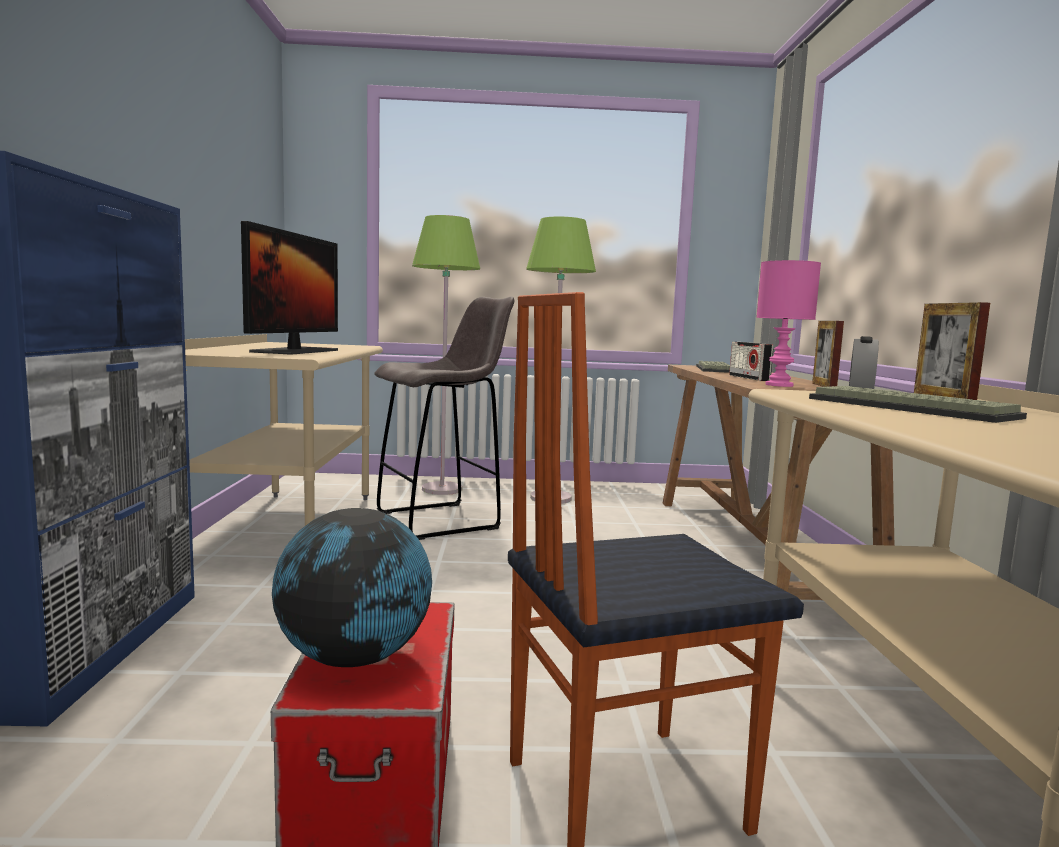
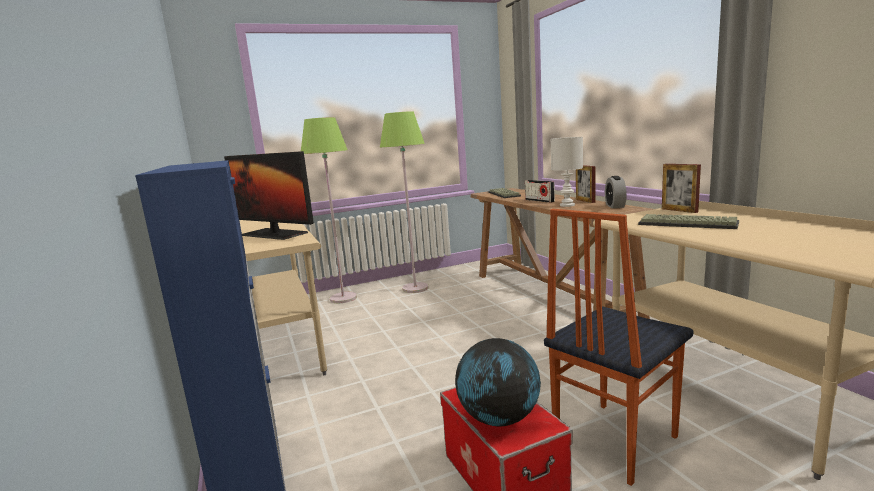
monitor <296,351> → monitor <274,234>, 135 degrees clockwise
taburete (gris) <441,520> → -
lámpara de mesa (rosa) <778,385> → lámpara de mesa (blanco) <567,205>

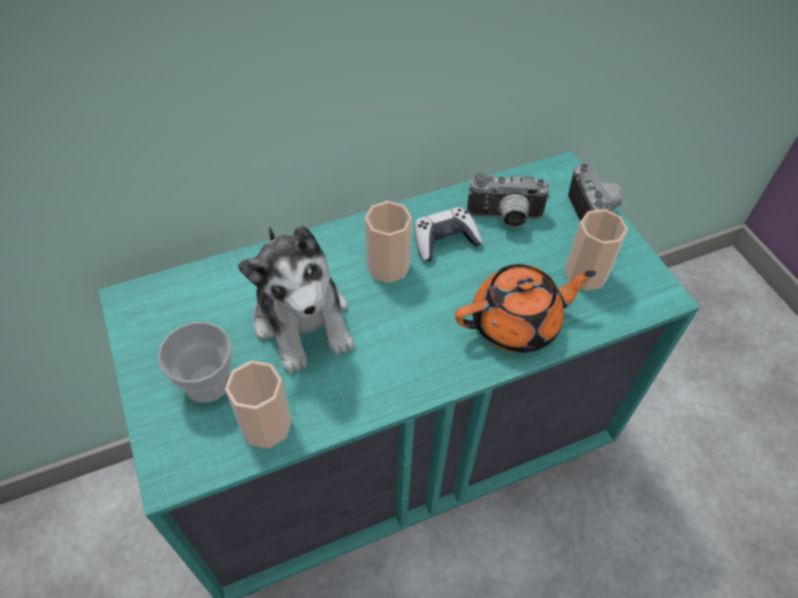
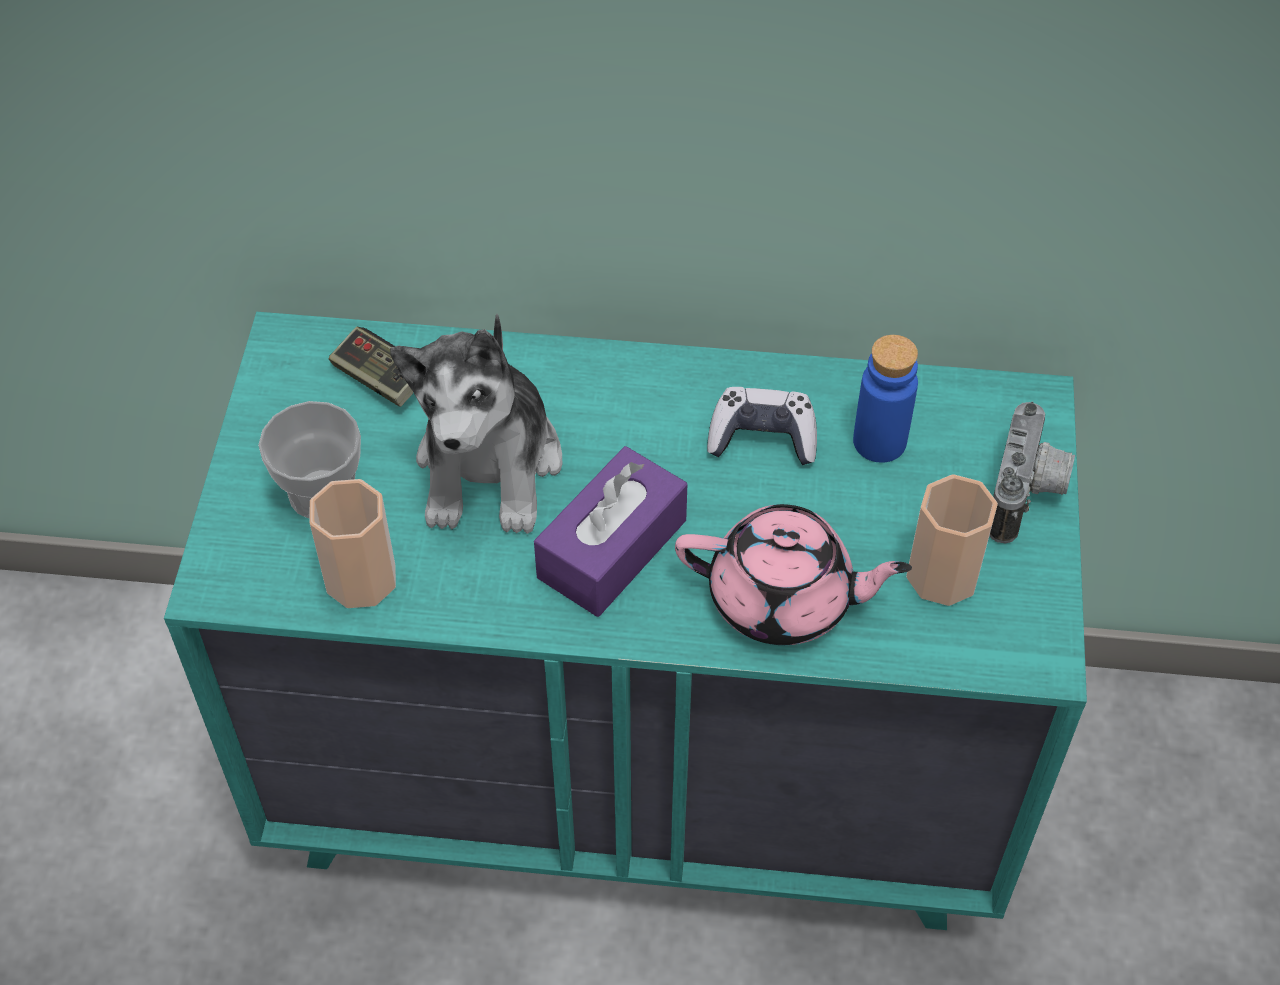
taza <388,266> → -
tetera (naranja) <517,323> → tetera (rosa) <783,599>
cámara <505,219> → botella (azul) <879,441>
- → mando de consola <380,378>
- → caja de pañuelos (morado) <612,549>

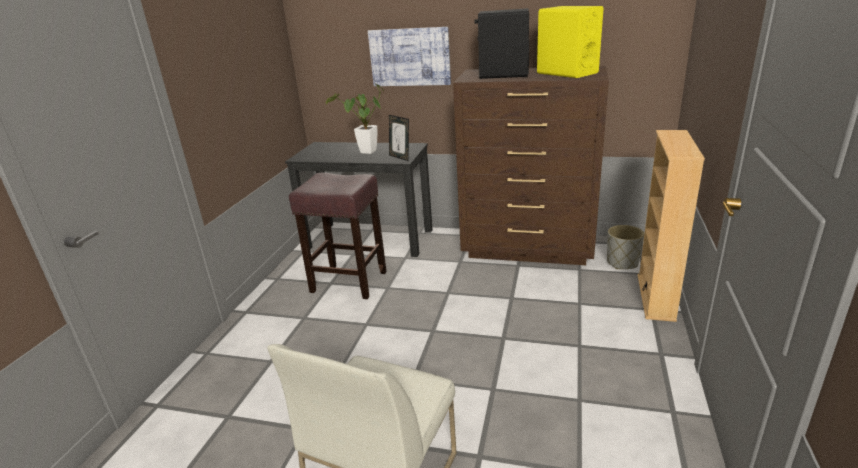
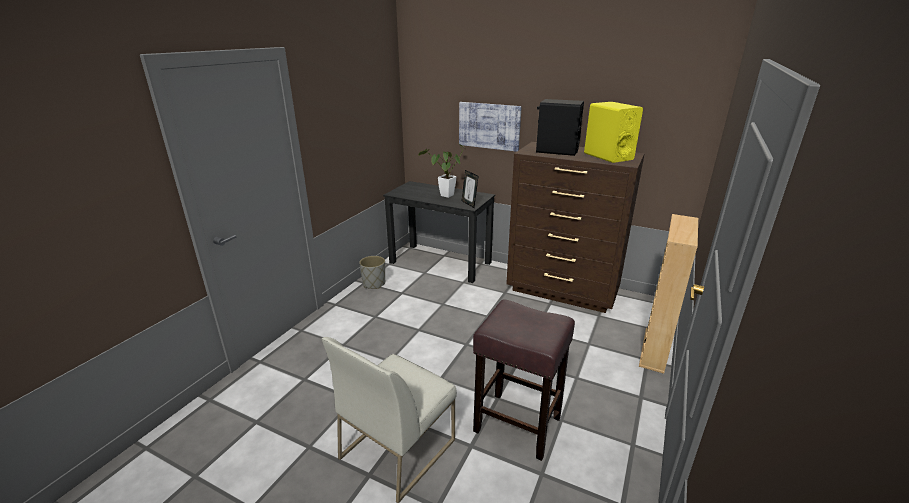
taburete (marrón) <347,282> → taburete (marrón) <515,424>, relocated
maceta (gris) <622,263> → maceta (gris) <374,284>, relocated

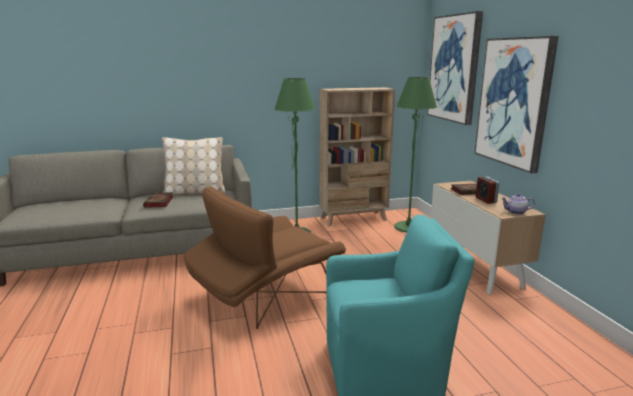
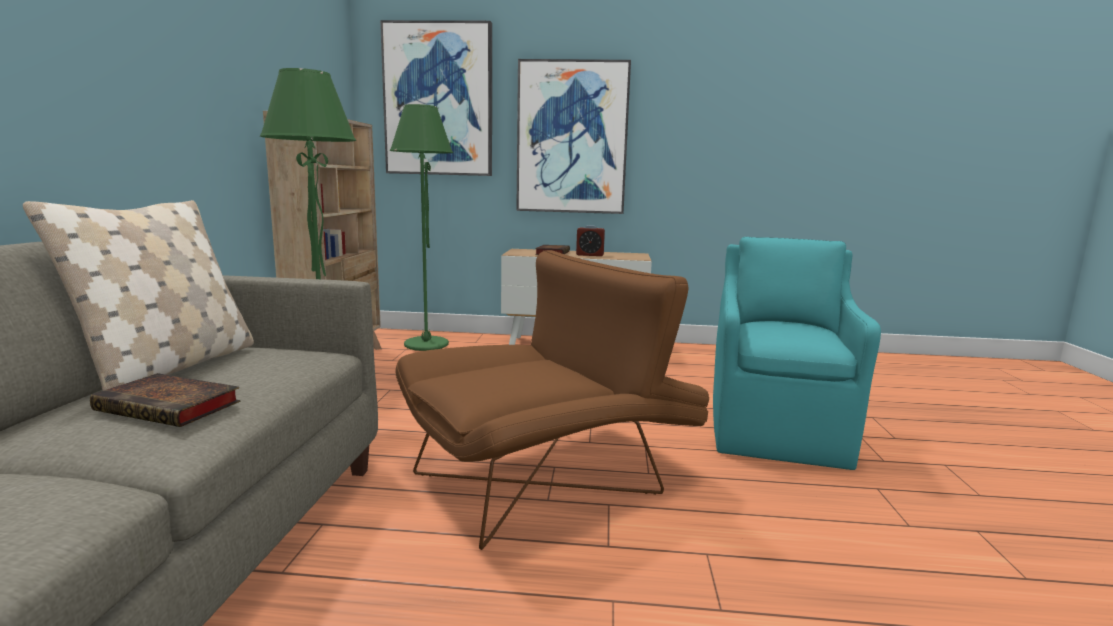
sillón (marrón) <265,296> → sillón (marrón) <550,476>, 105 degrees counterclockwise
tetera <516,212> → -

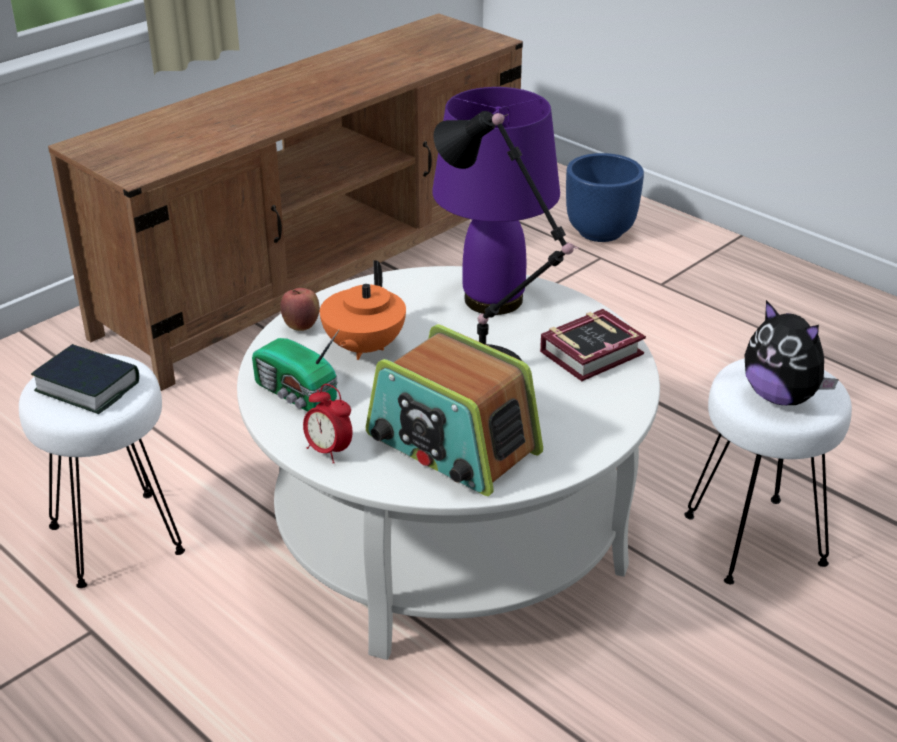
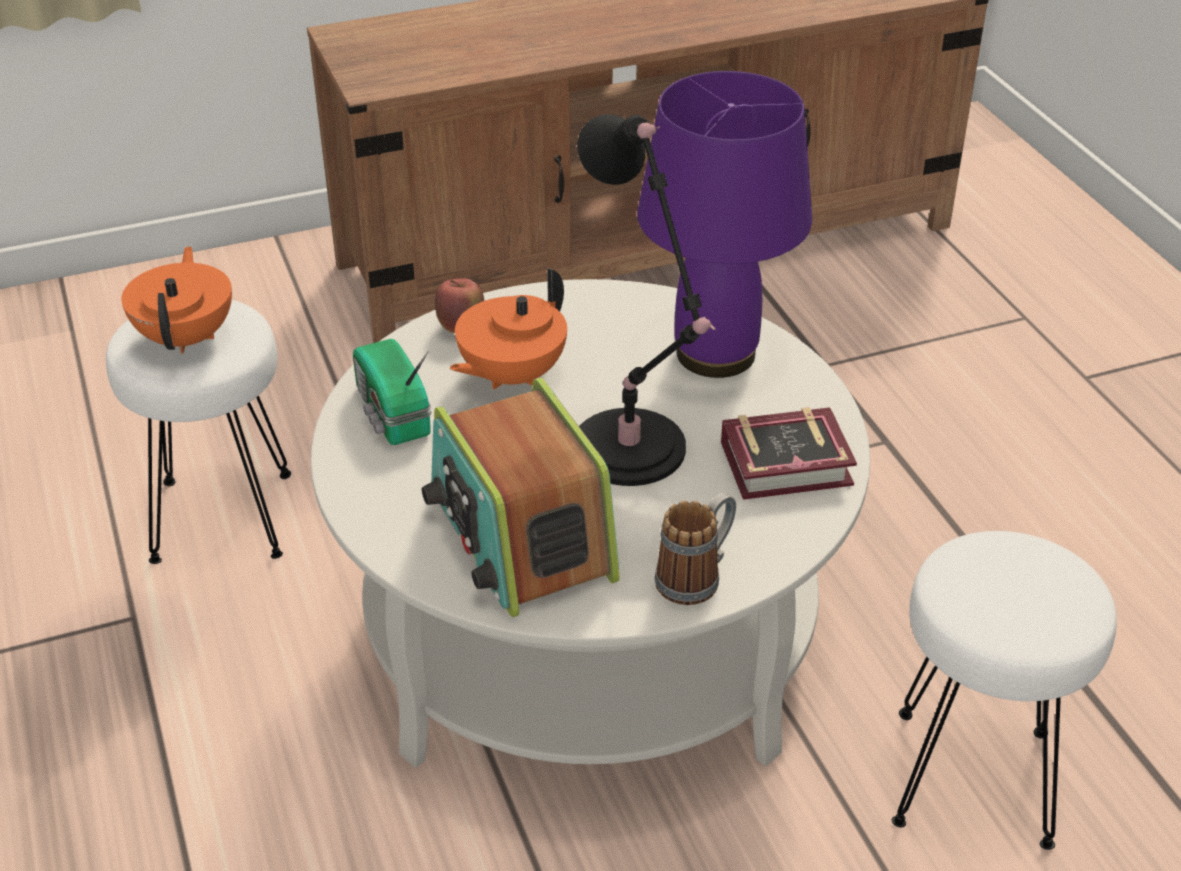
libro <87,386> → tetera (naranja) <187,337>
despertador <328,451> → -
maceta (azul) <601,232> → -
peluche <781,397> → -
- → taza grande <697,577>

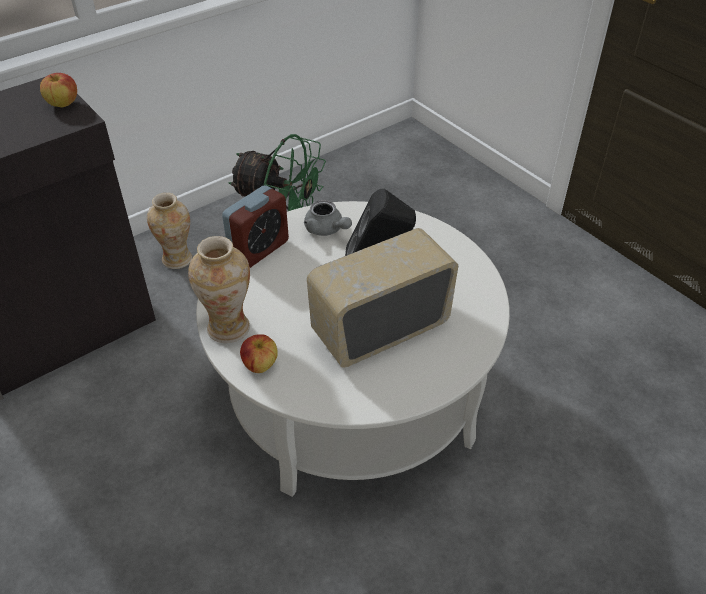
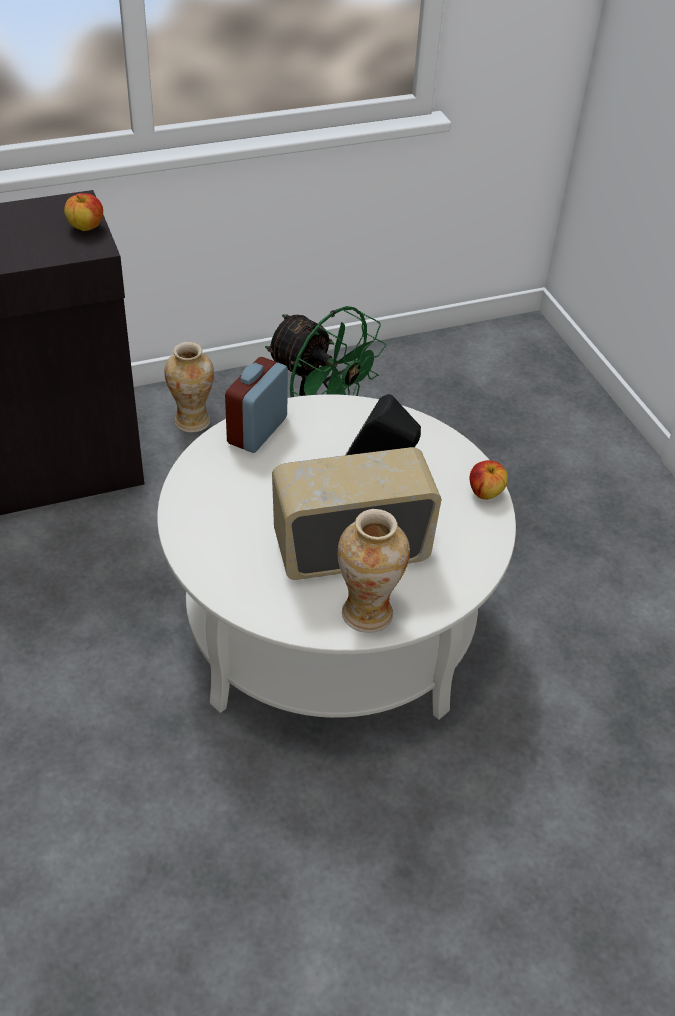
florero <228,327> → florero <367,613>, relocated
despertador <259,249> → despertador <257,430>, 150 degrees clockwise
manzana <260,365> → manzana <485,492>, relocated
tetera (gris) <327,230> → -

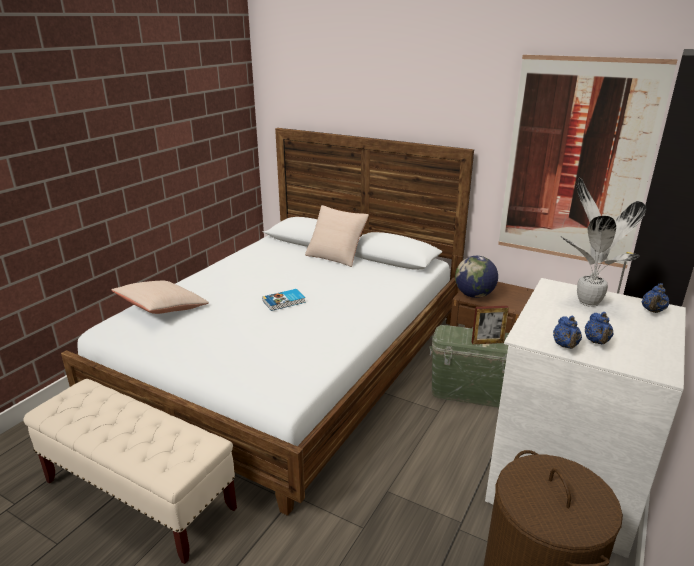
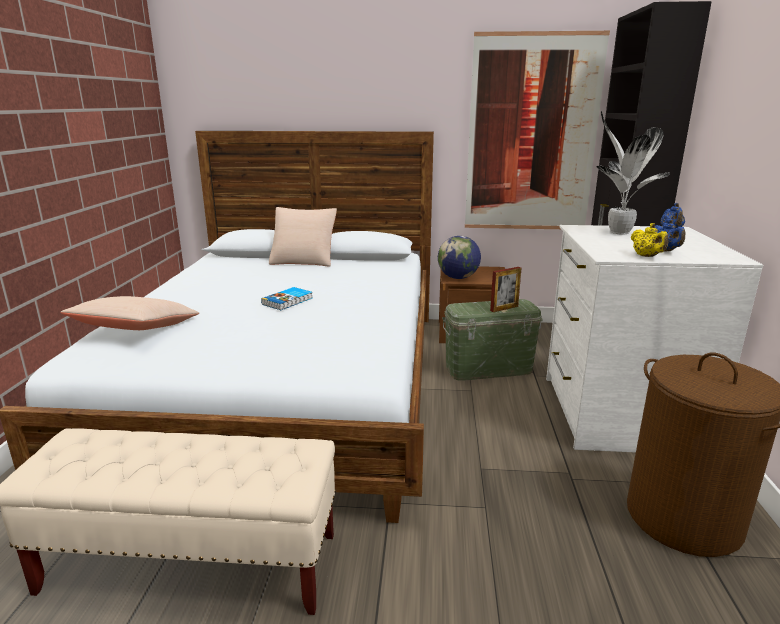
tetera (azul) <565,346> → tetera (amarillo) <647,256>

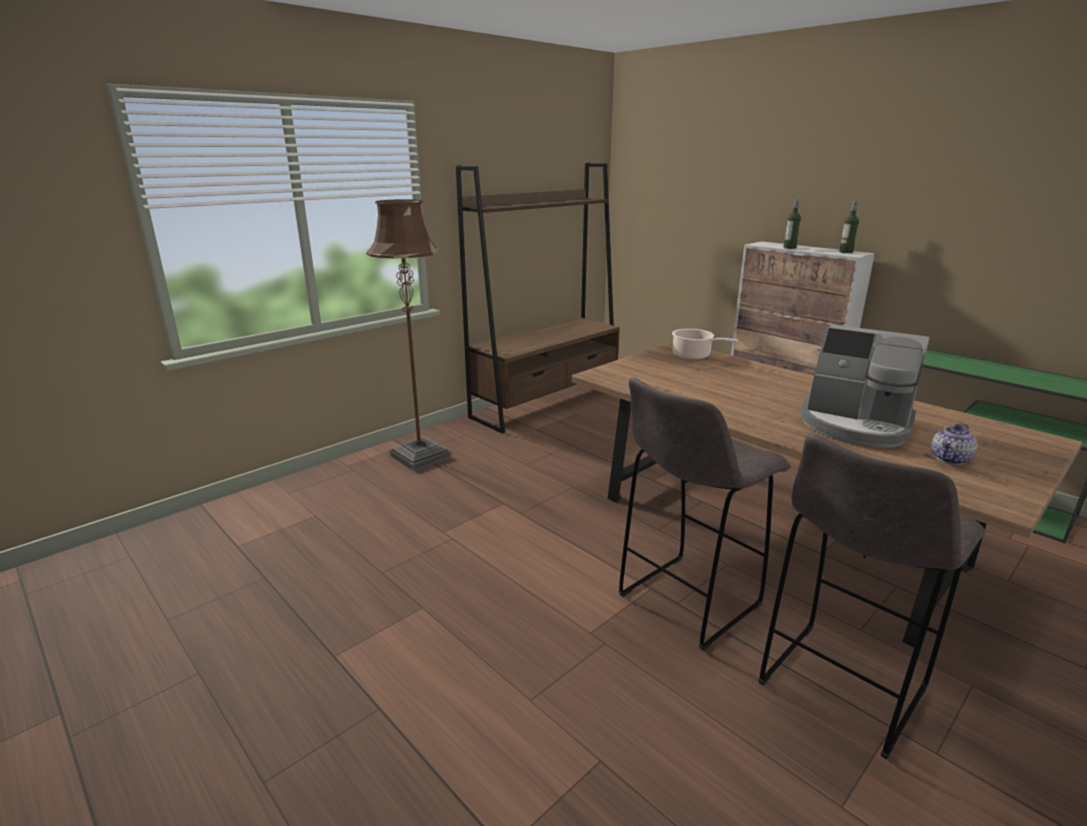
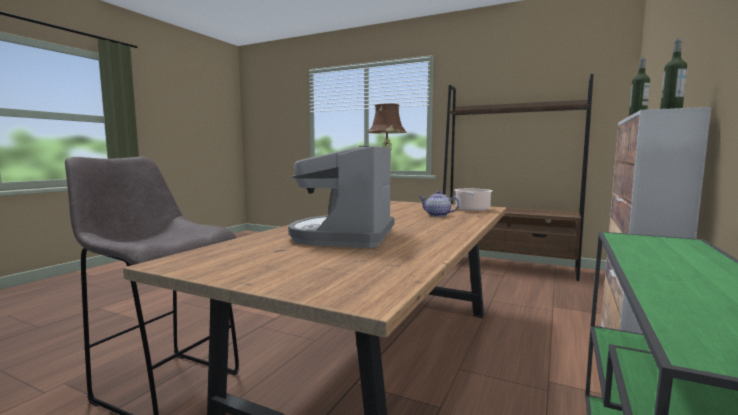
taburete (gris) <686,601> → -
tetera <950,459> → tetera <437,215>, relocated

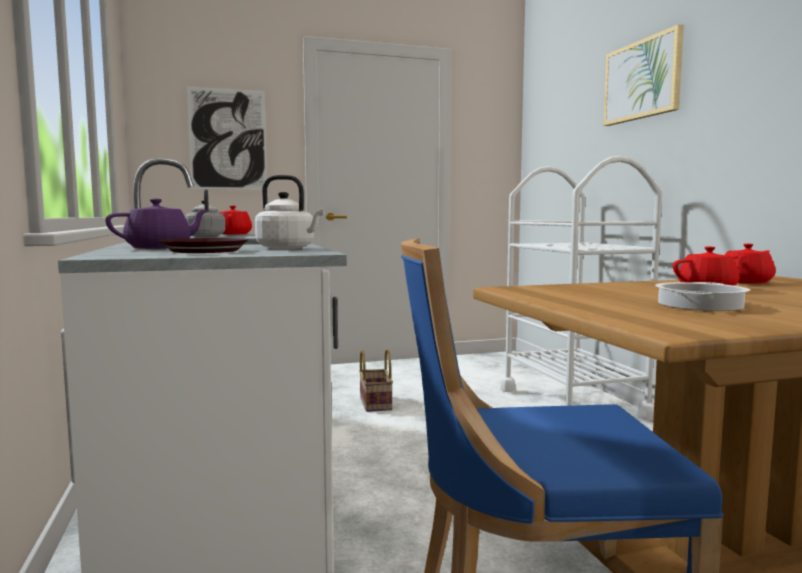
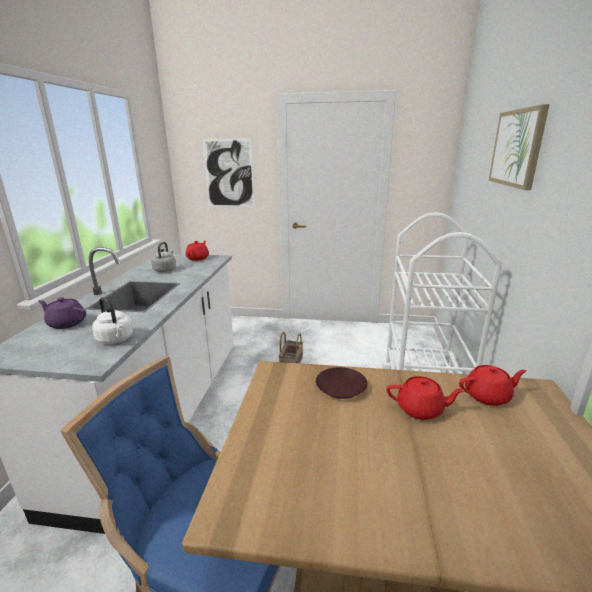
tetera (morado) <160,248> → tetera (morado) <66,323>, 150 degrees counterclockwise
plato (marrón) <206,251> → plato (marrón) <341,387>, relocated
olla <700,305> → -

